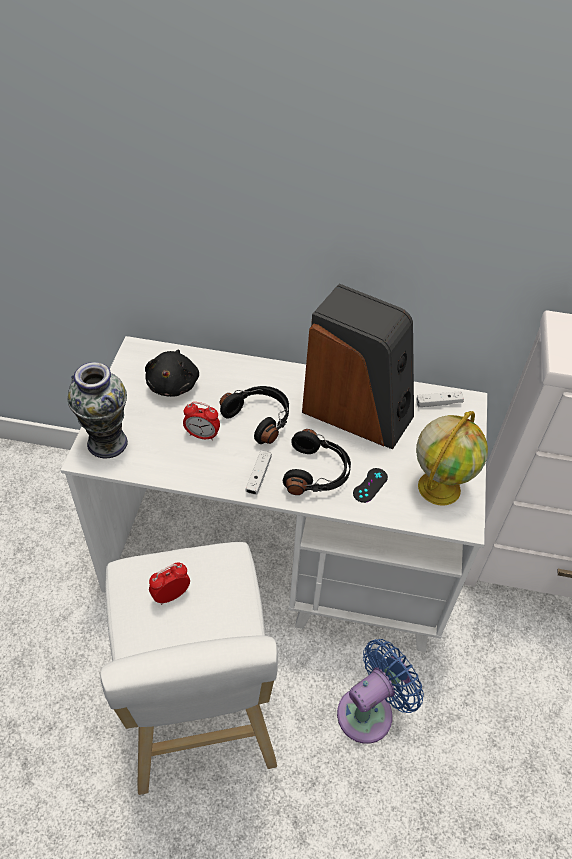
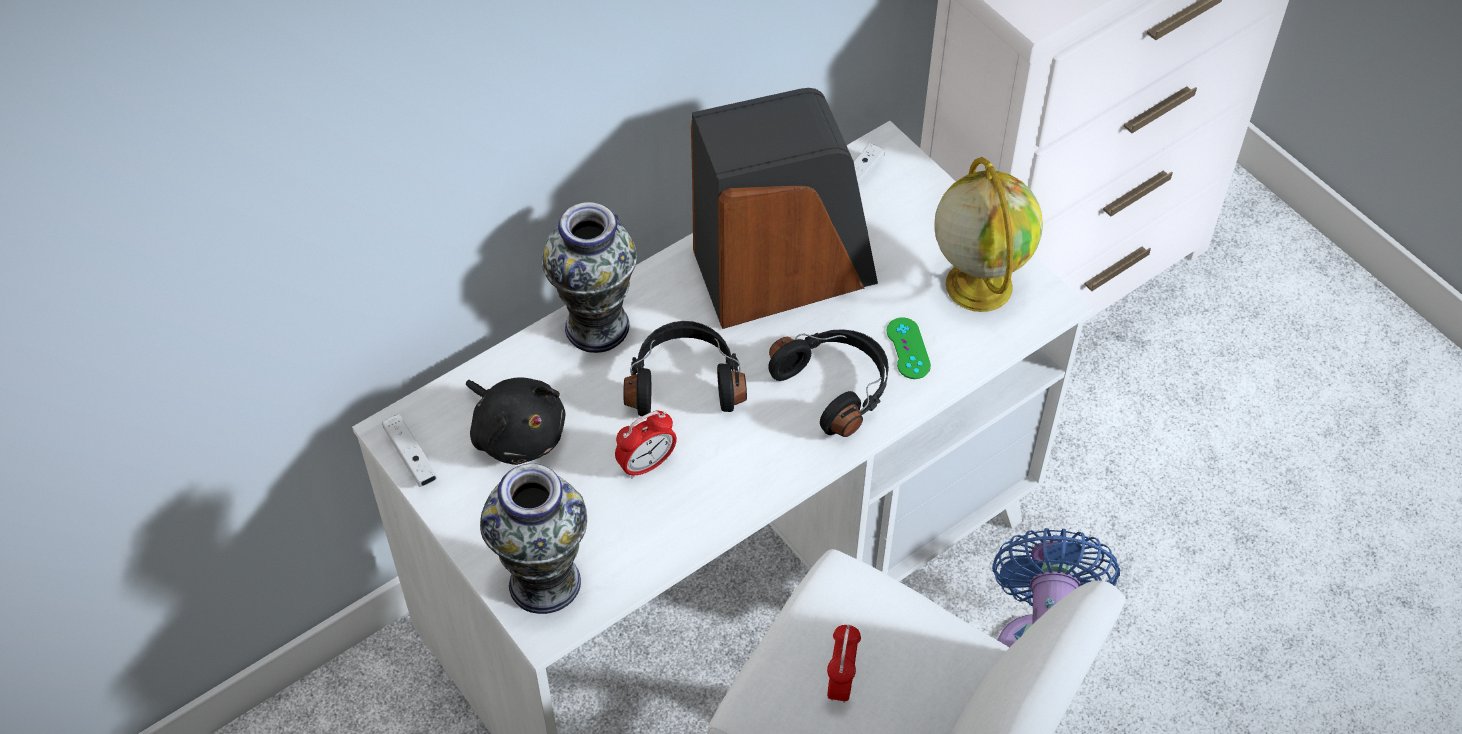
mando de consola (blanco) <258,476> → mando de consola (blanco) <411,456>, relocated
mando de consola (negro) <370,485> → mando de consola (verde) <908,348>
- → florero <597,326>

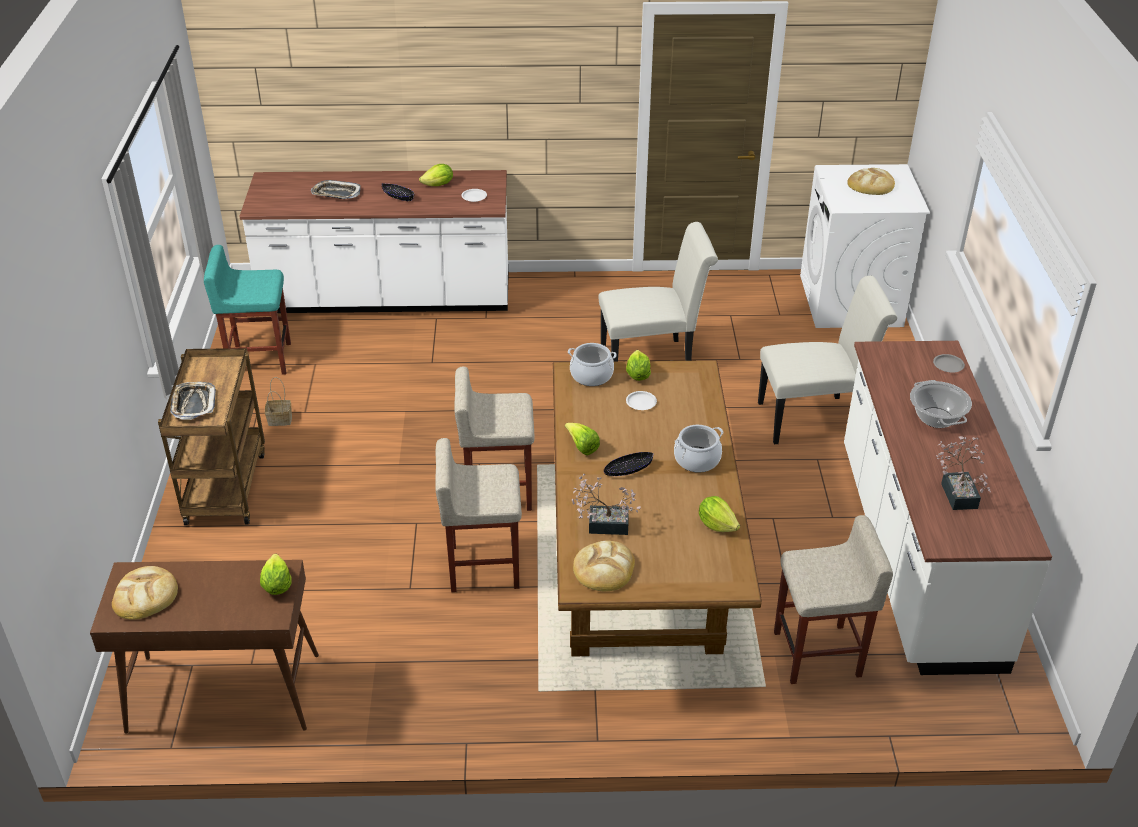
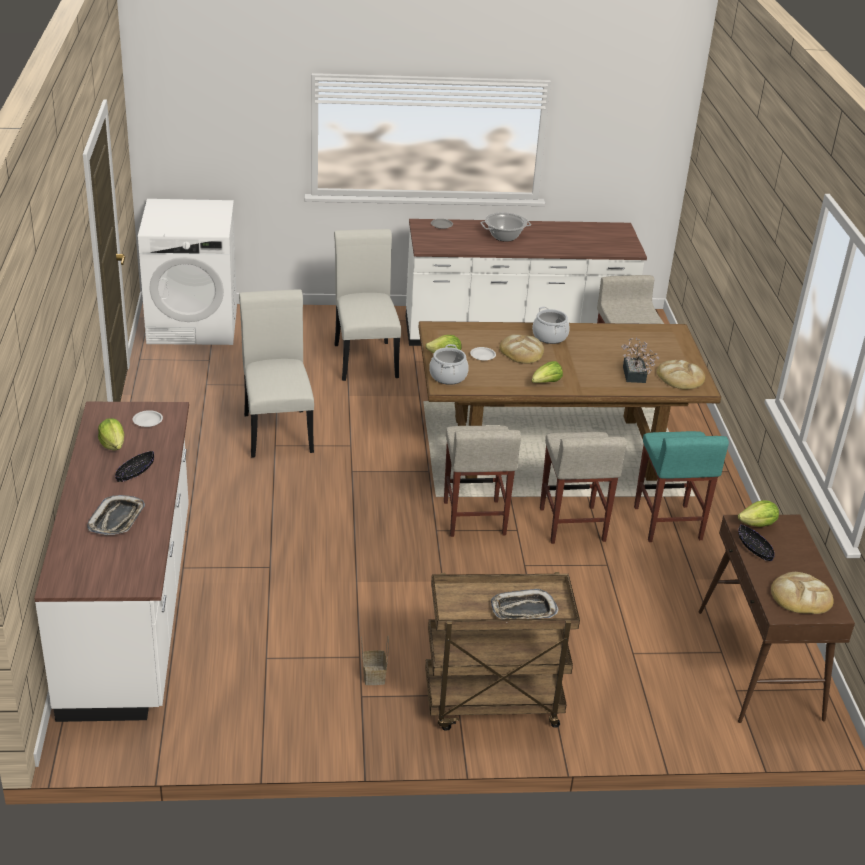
taburete (turquesa) <259,359> → taburete (turquesa) <667,524>, relocated
cuenco (negro) <628,470> → cuenco (negro) <754,549>, relocated
lechuga <717,524> → -
pan <871,185> → pan <522,352>, relocated
planta en maceta <958,492> → -

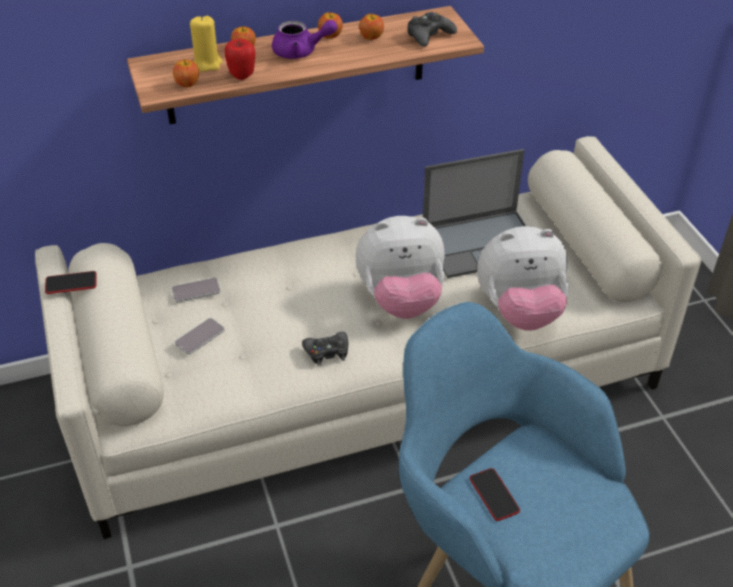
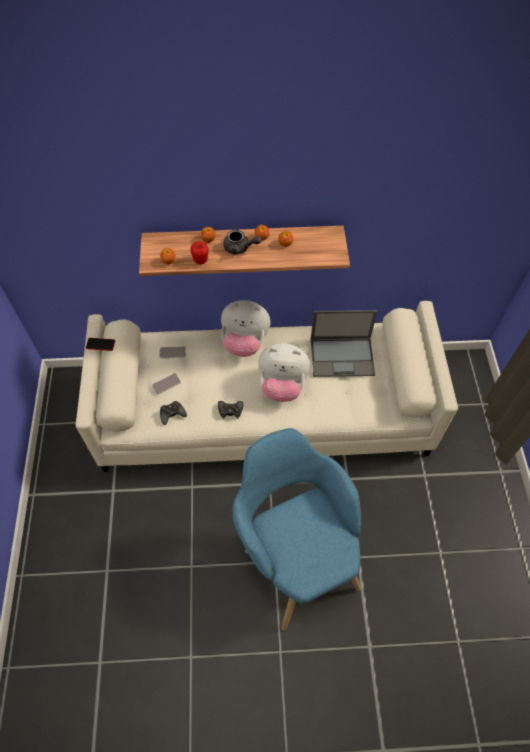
vela (amarillo) <207,64> → -
tetera (morado) <301,52> → tetera (gris) <240,248>
mando de consola (negro) <429,35> → mando de consola (negro) <172,414>, relocated
móvil <494,495> → -
peluche <519,311> → peluche <245,342>, relocated

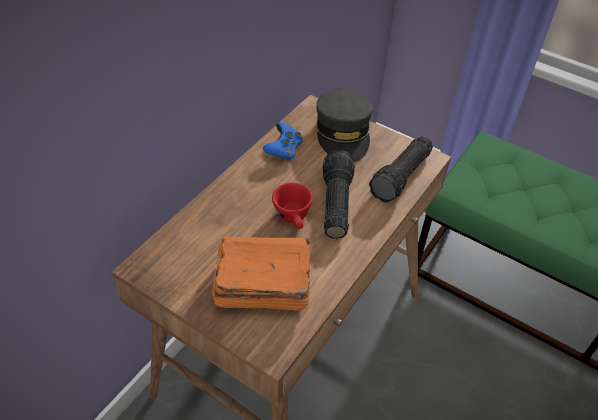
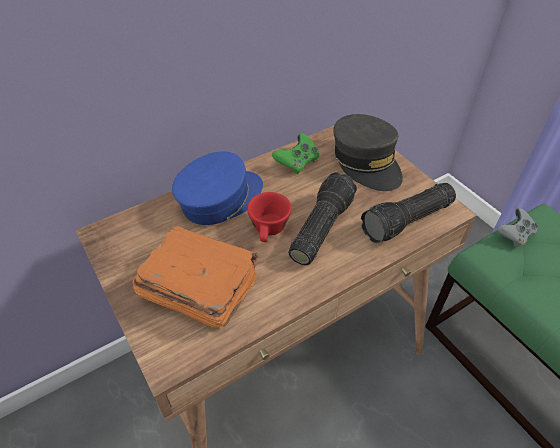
mando de consola (azul) <283,151> → mando de consola (verde) <297,163>
gorra (gris) <343,134> → gorra (gris) <366,162>, 45 degrees counterclockwise
- → gorra (azul) <220,199>
- → mando de consola (gris) <514,235>

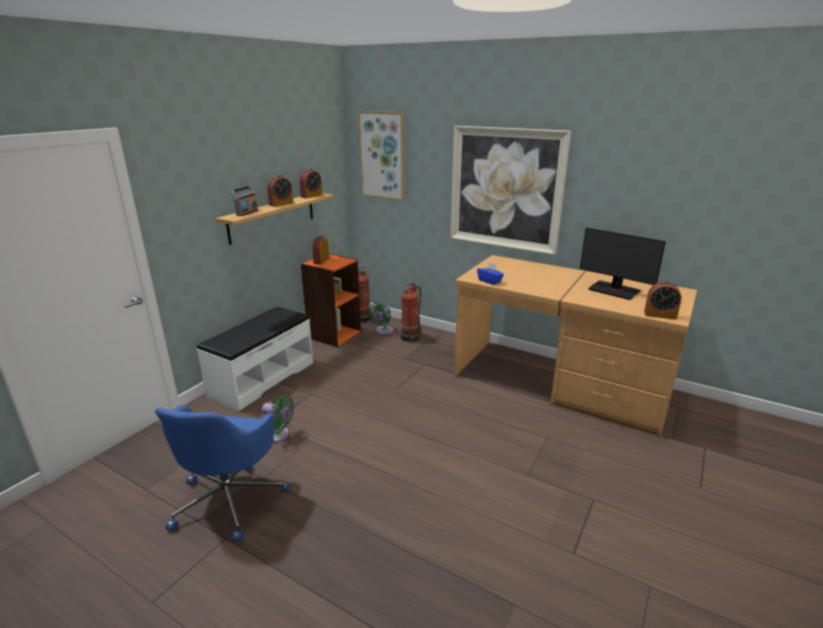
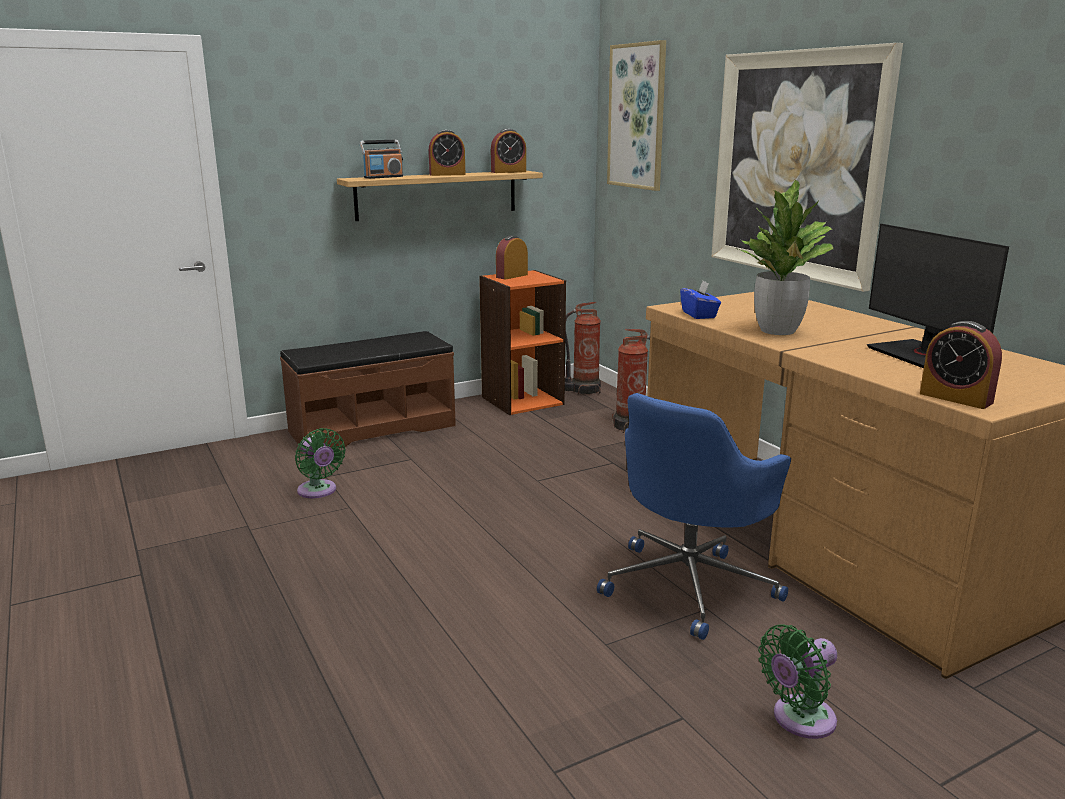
silla de oficina (azul) <230,499> → silla de oficina (azul) <690,584>, relocated
banco (blanco) <262,378> → banco (marrón) <372,428>
ventilador (verde) <383,331> → ventilador (verde) <799,720>, relocated
- → planta en maceta <777,331>

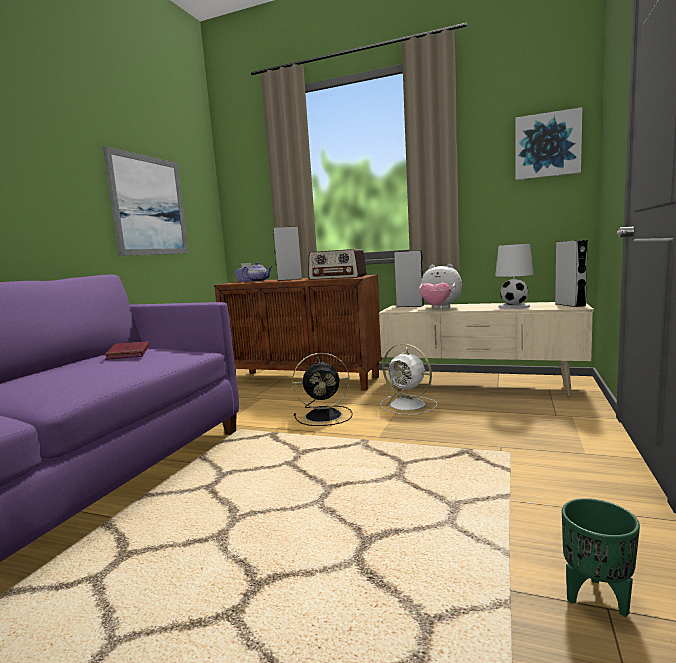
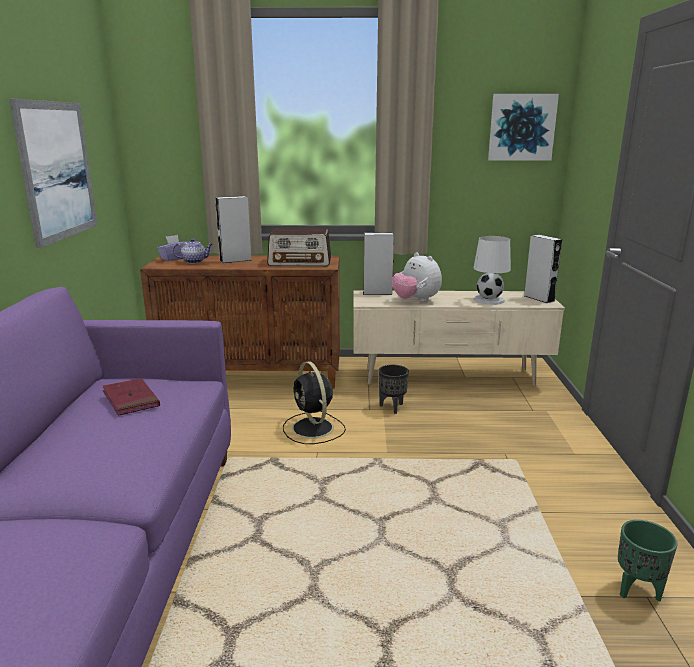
ventilador (negro) <325,415> → ventilador (negro) <313,429>, 90 degrees clockwise
ventilador (blanco) <409,405> → maceta (negro) <393,407>
peluche <440,308> → peluche <416,301>, 45 degrees clockwise

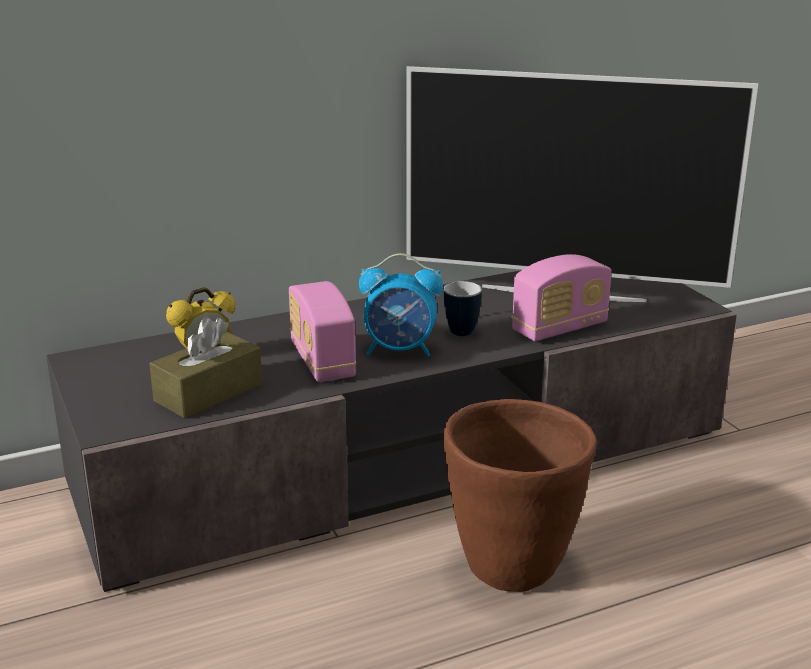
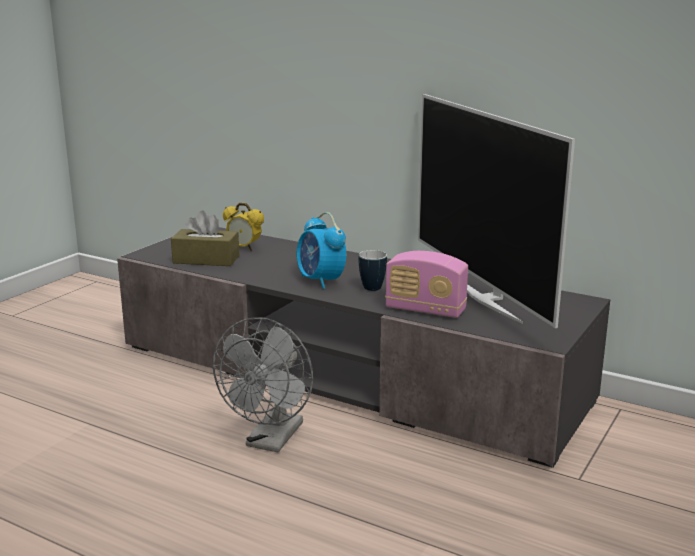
radio <322,361> → -
maceta (marrón) <513,566> → ventilador (gris) <271,441>

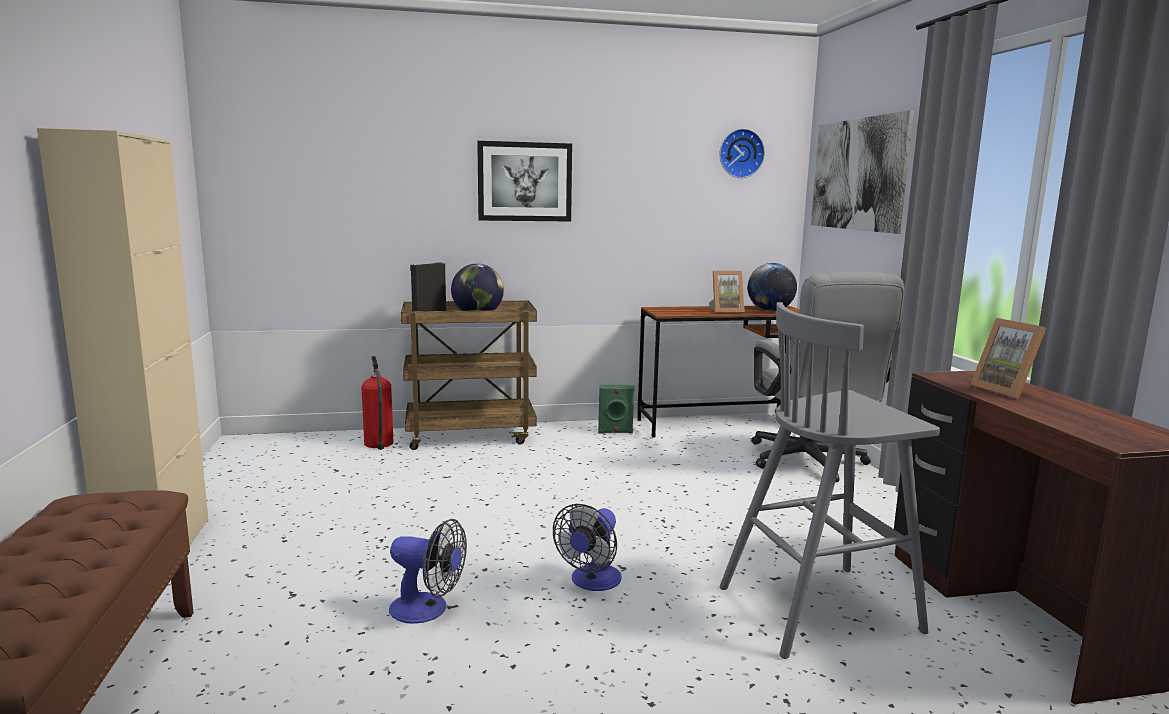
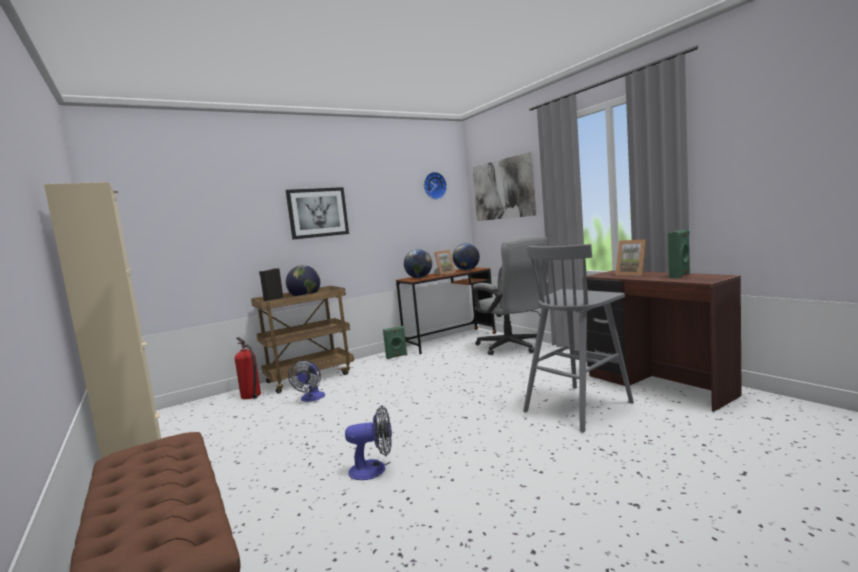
ventilador <592,582> → ventilador <311,398>, relocated
- → globo terráqueo <419,278>
- → altavoz (verde) <680,276>

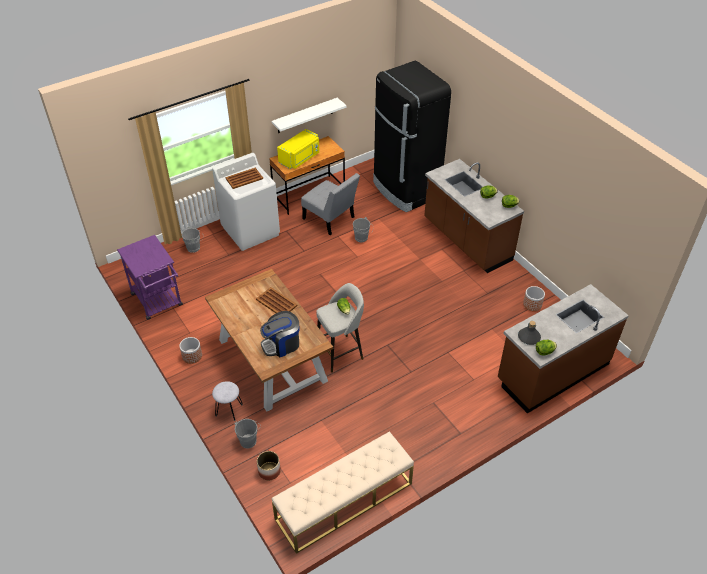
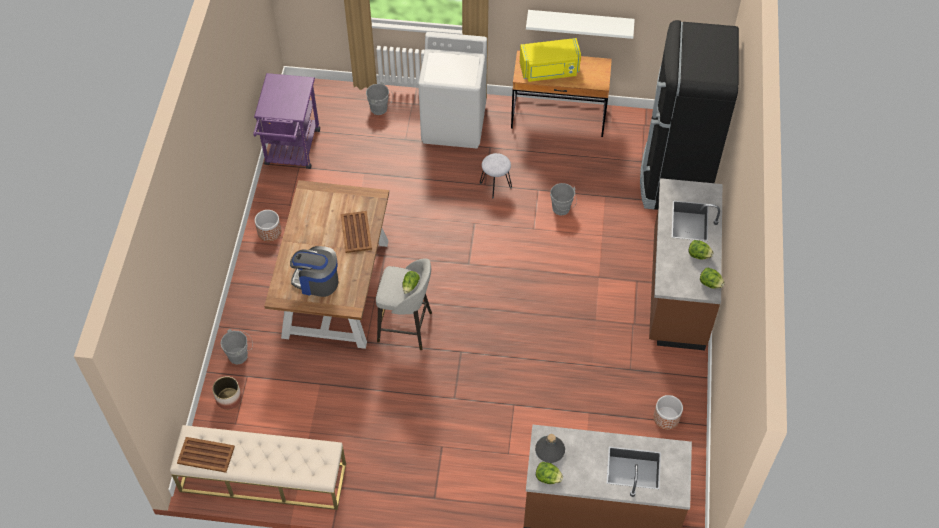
taburete (gris) <229,410> → taburete (gris) <495,185>, relocated
bandeja (marrón) <244,178> → bandeja (marrón) <206,455>, relocated
silla (gris) <330,219> → -

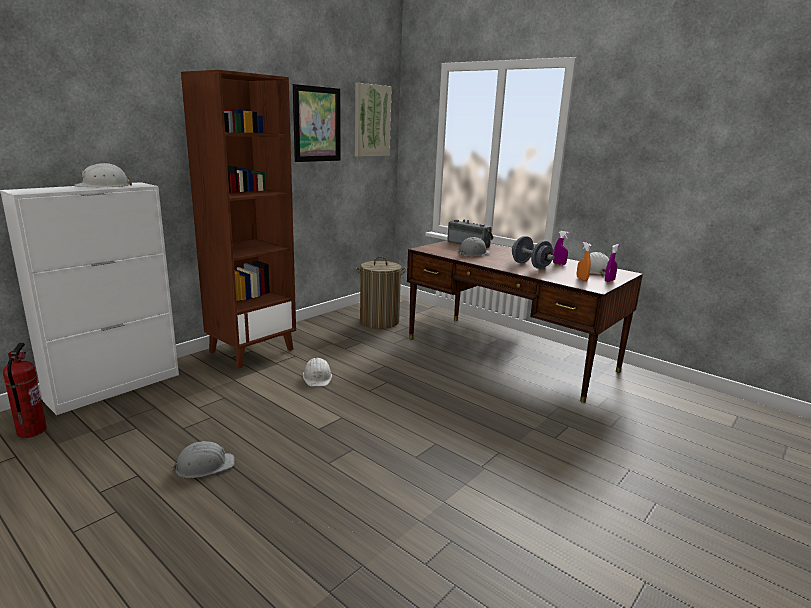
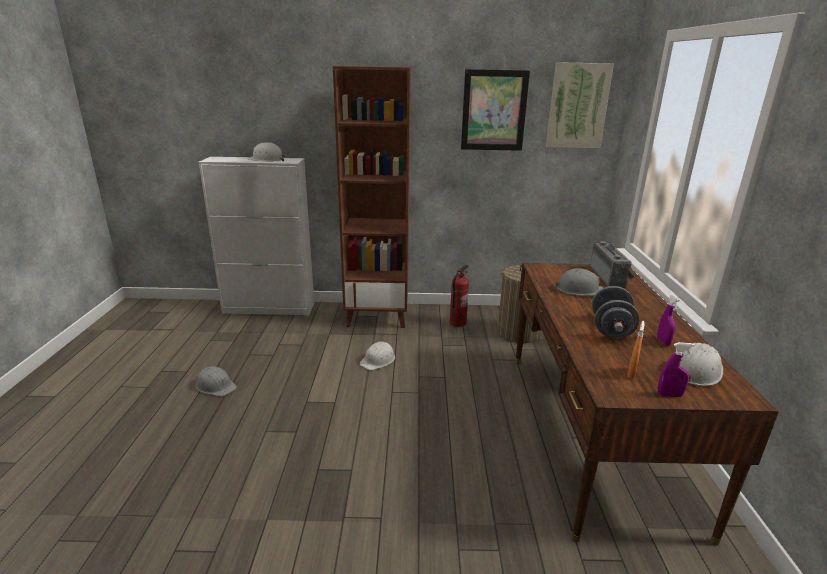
extintor <31,431> → extintor <457,323>, relocated

